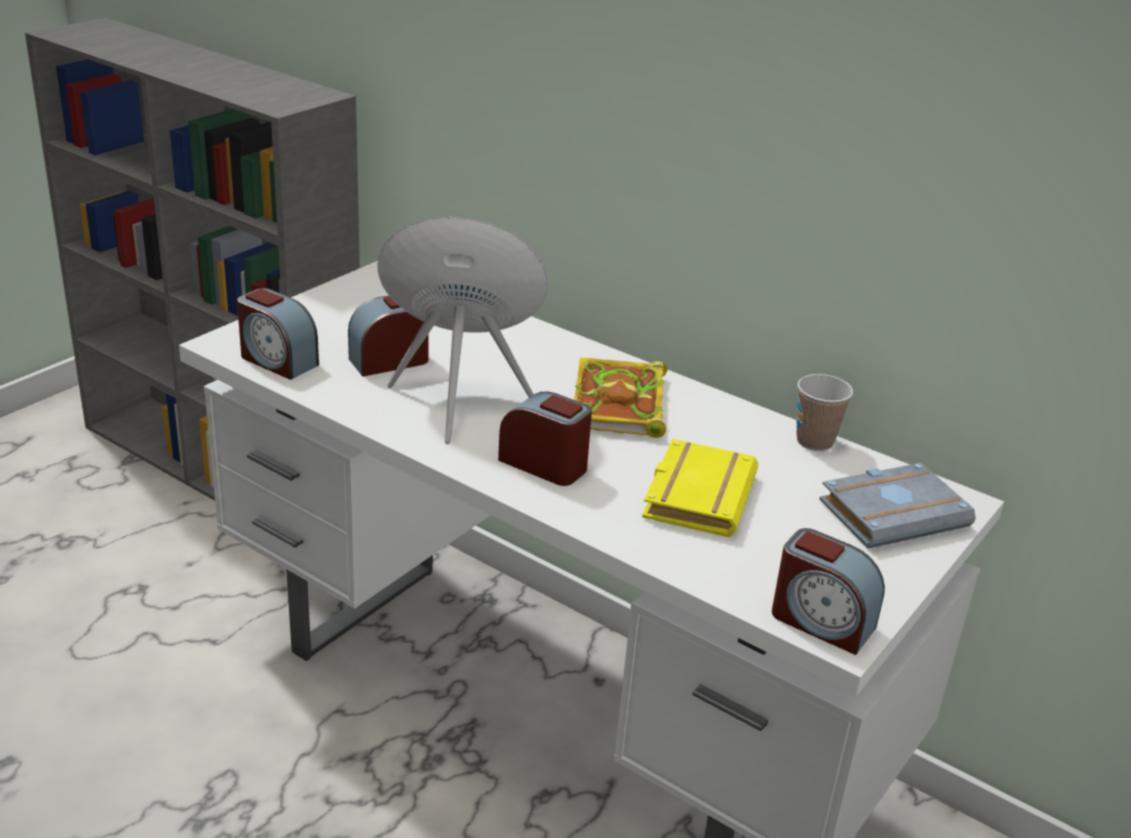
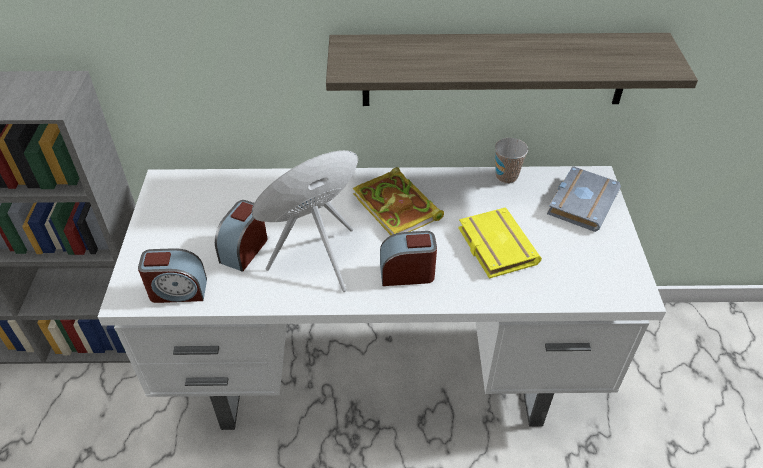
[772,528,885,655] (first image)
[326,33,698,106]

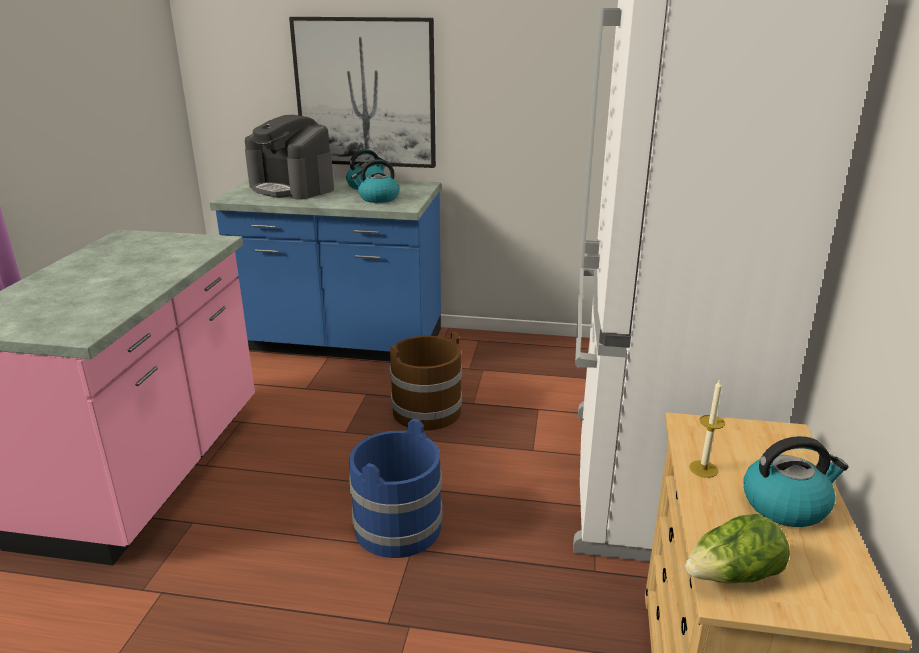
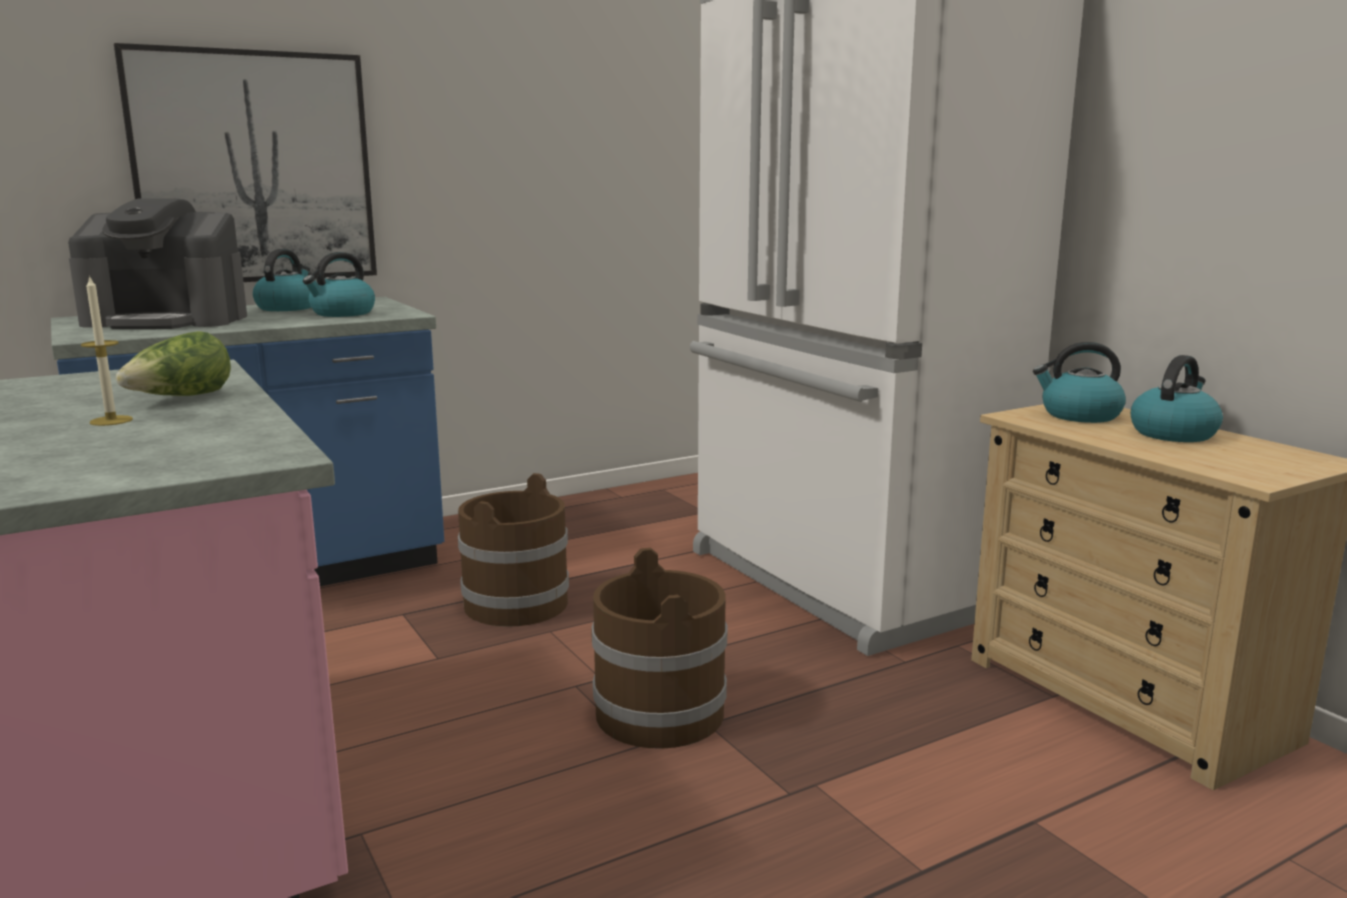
[591,548,728,749]
[116,331,231,396]
[81,275,133,426]
[1033,342,1126,423]

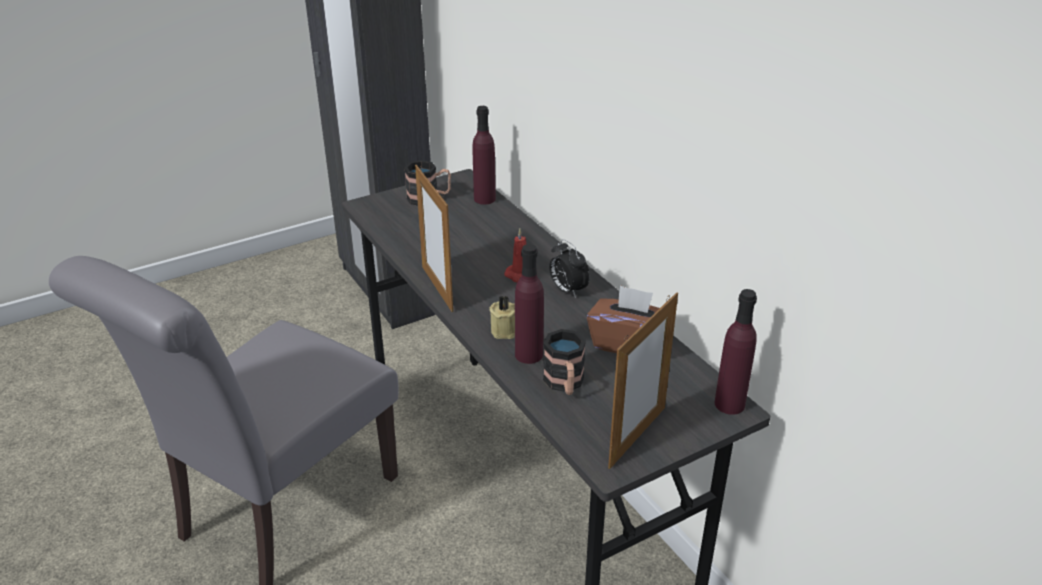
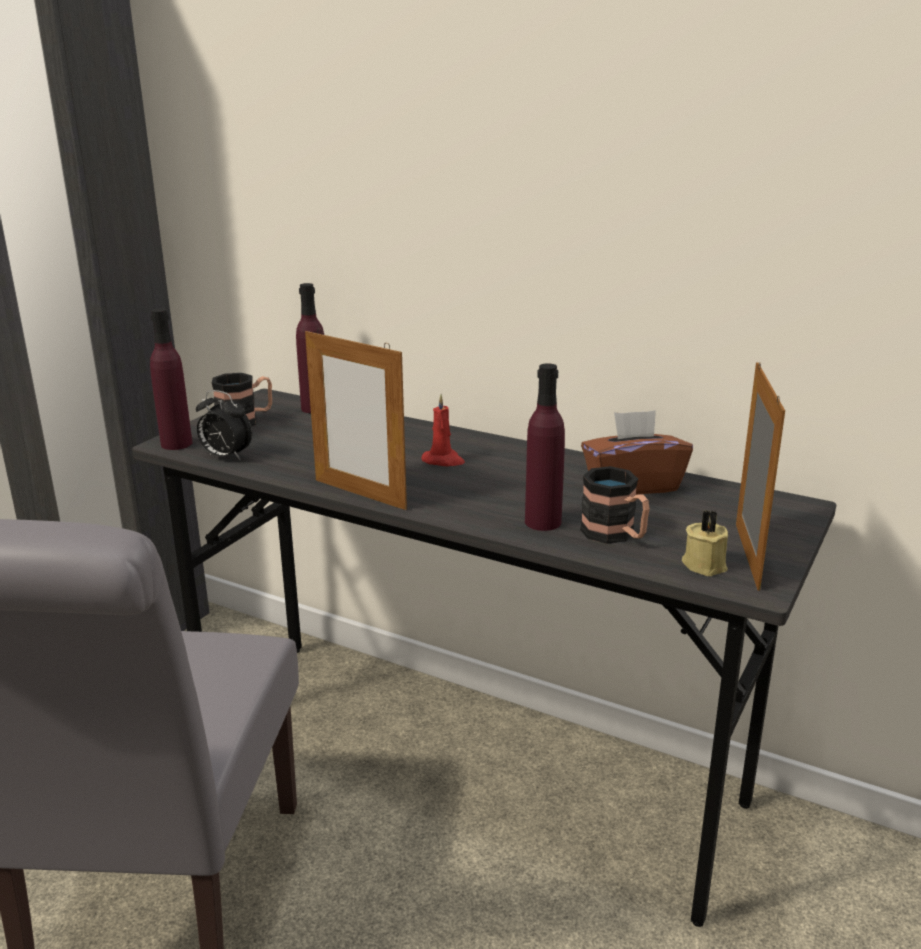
[682,510,728,576]
[196,390,252,460]
[150,308,192,450]

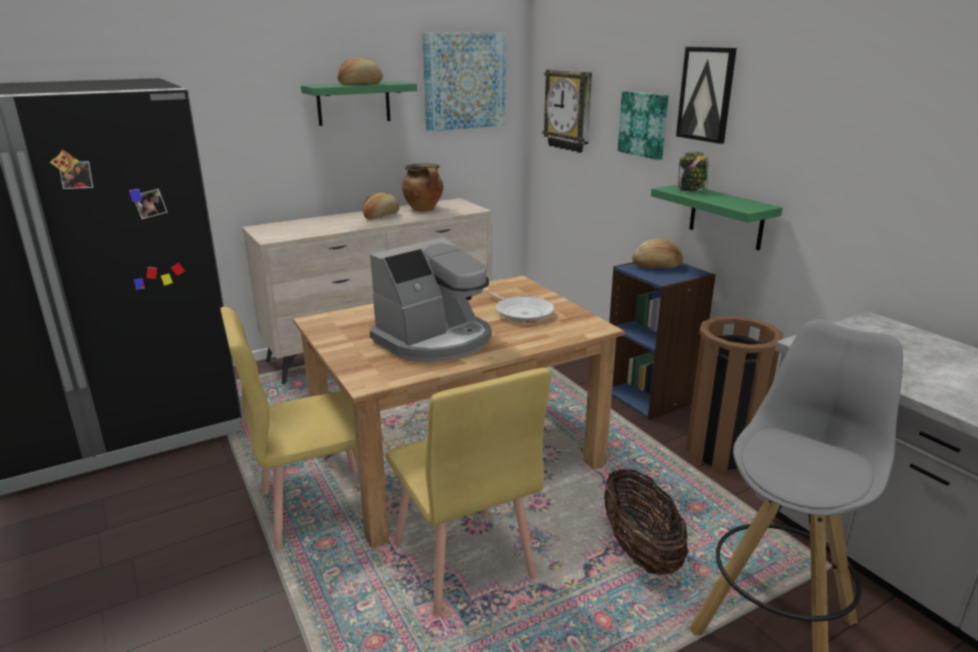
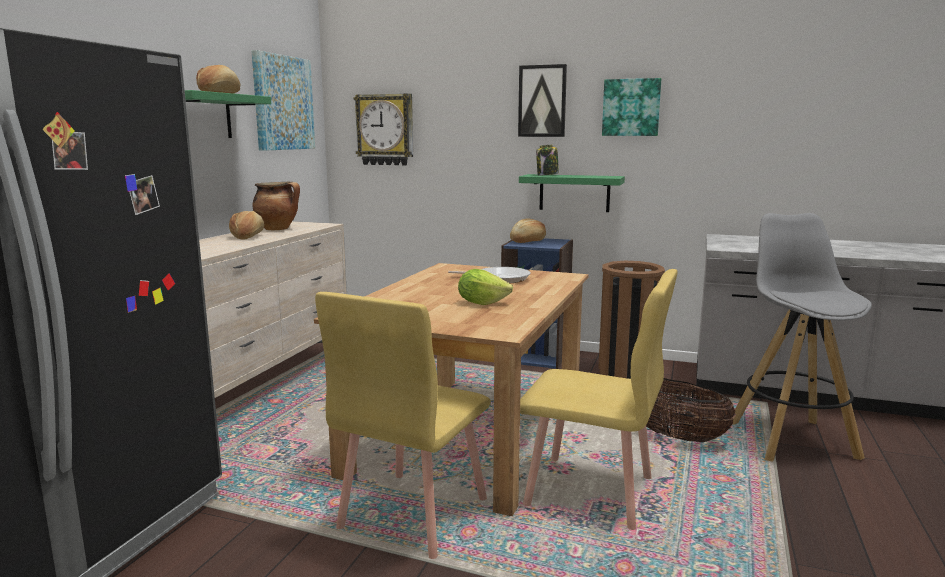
[458,269,513,305]
[602,78,661,136]

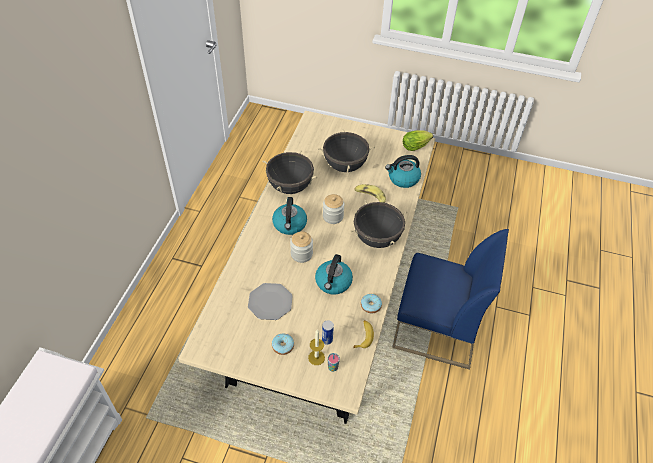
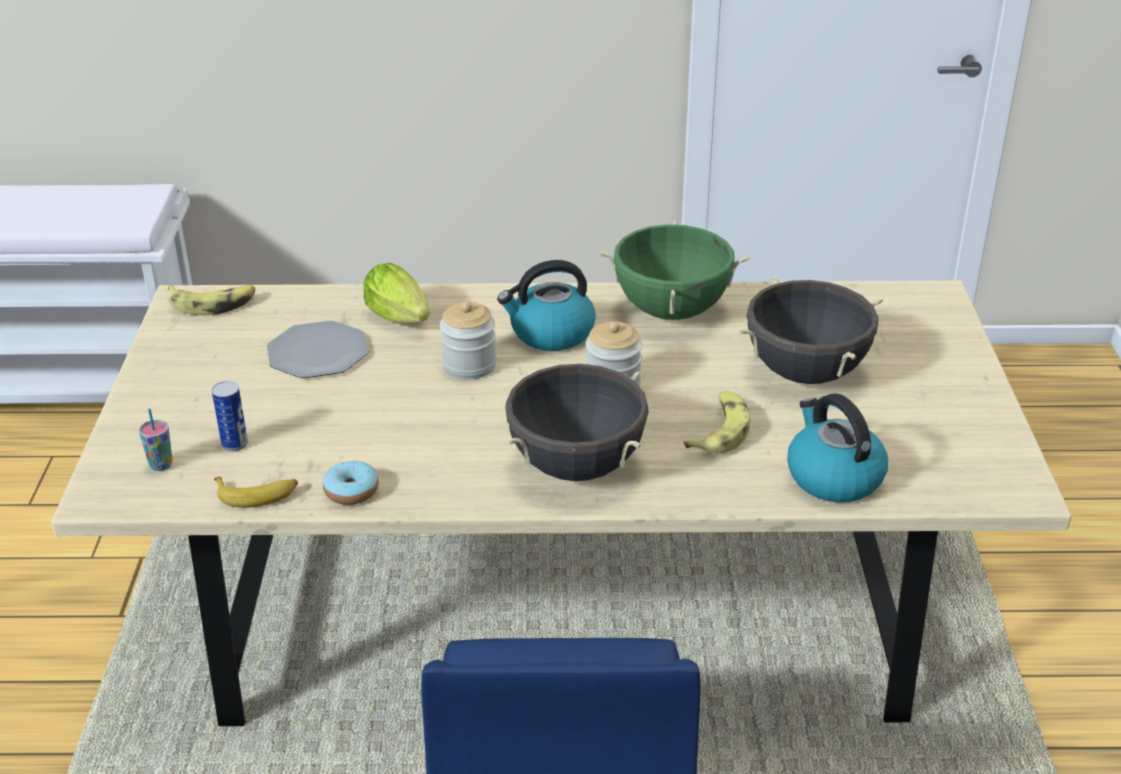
[599,219,750,320]
[272,333,294,355] (first image)
[308,330,325,365] (first image)
[315,254,353,295] (first image)
[363,263,430,324]
[168,285,255,315]

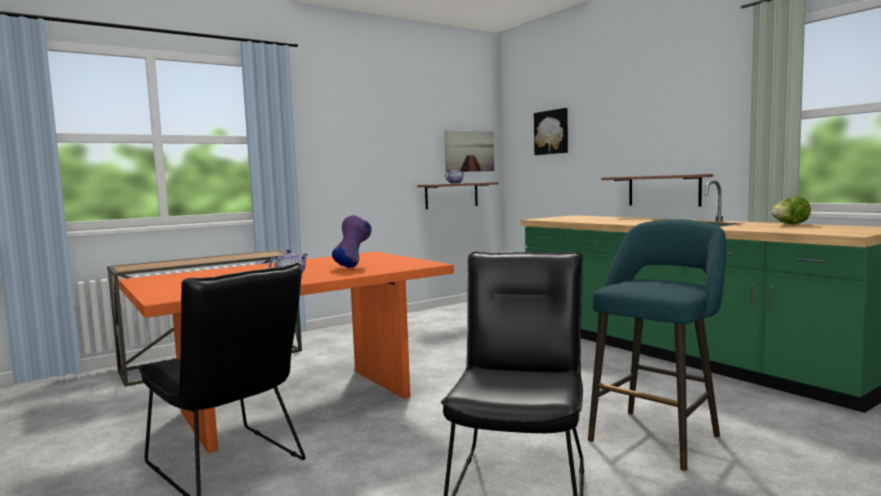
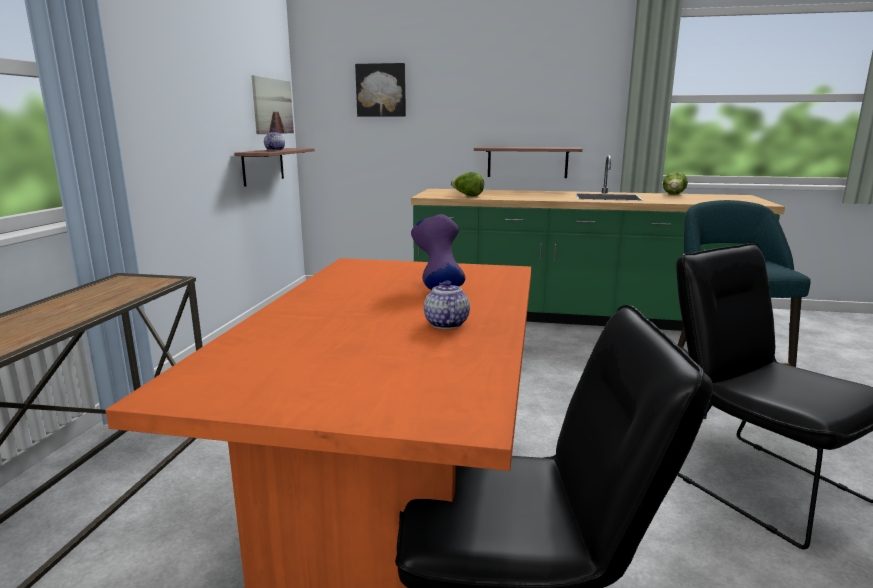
[451,172,484,196]

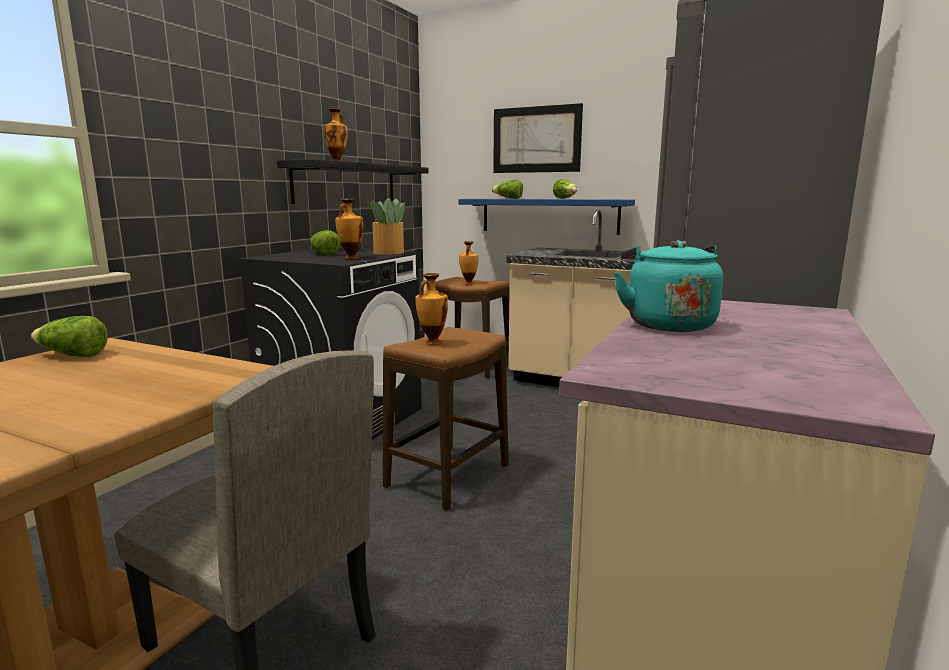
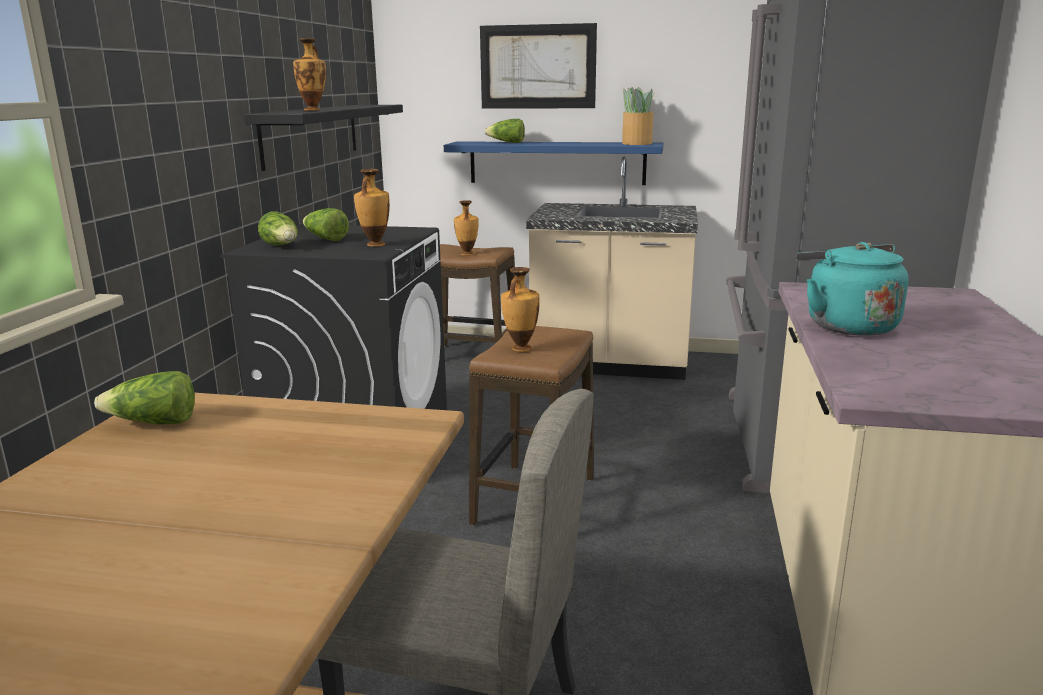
[622,87,655,145]
[258,211,298,245]

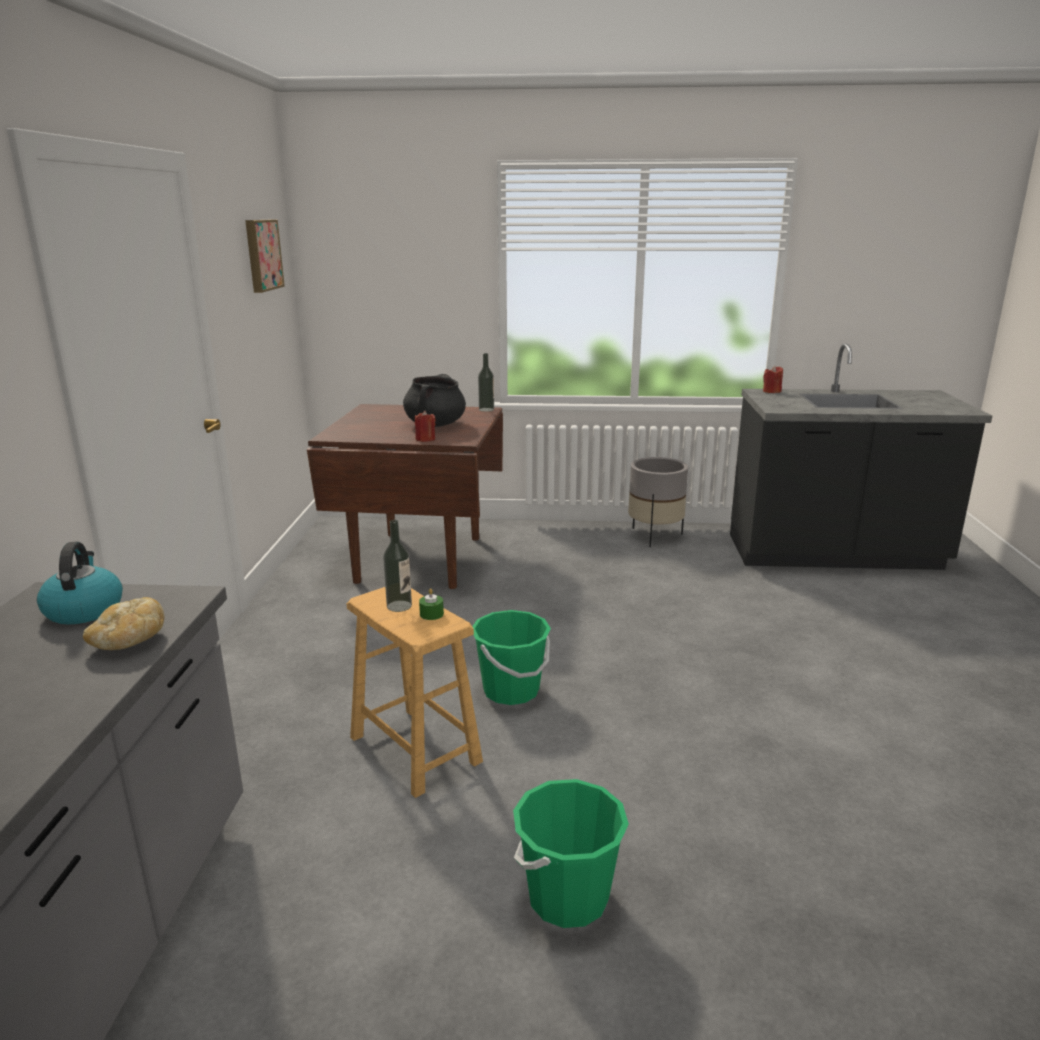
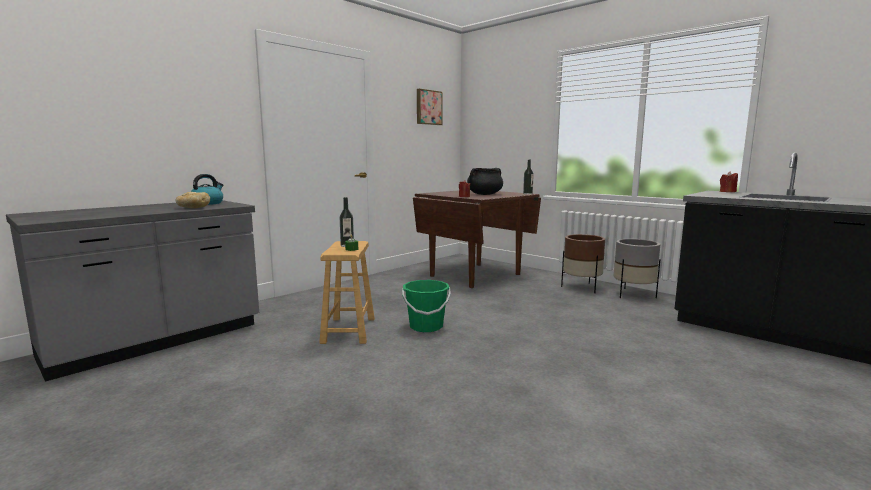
[513,779,629,928] (first image)
[561,234,605,293]

